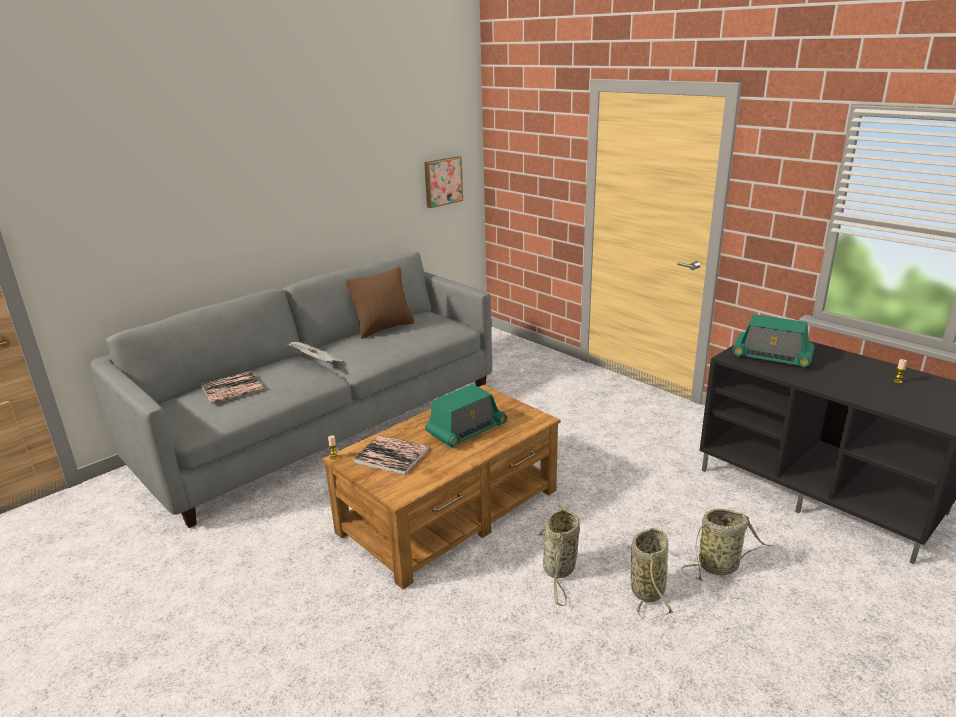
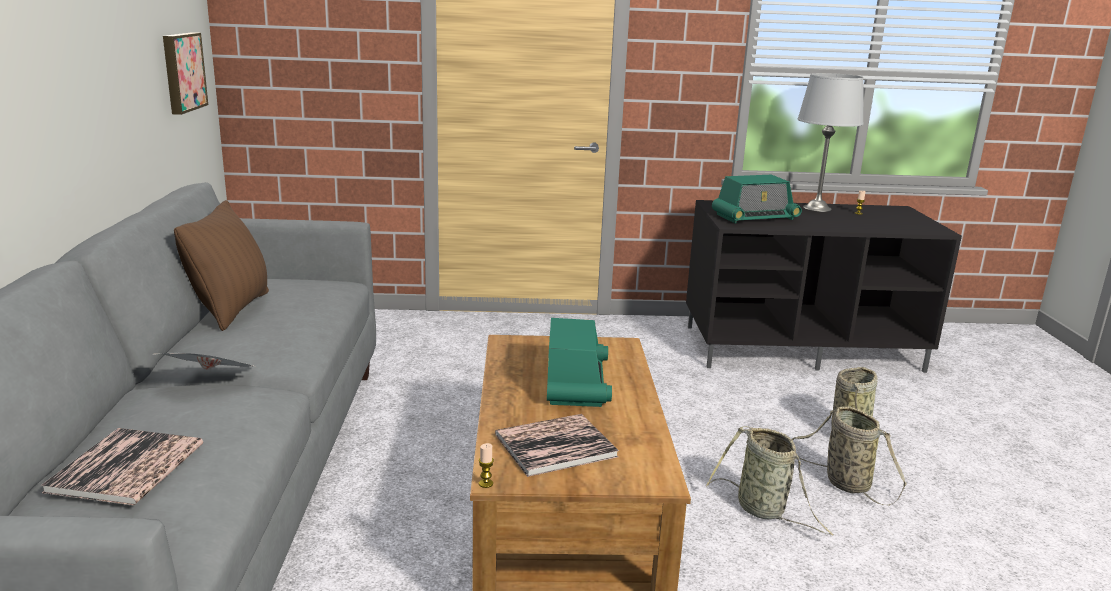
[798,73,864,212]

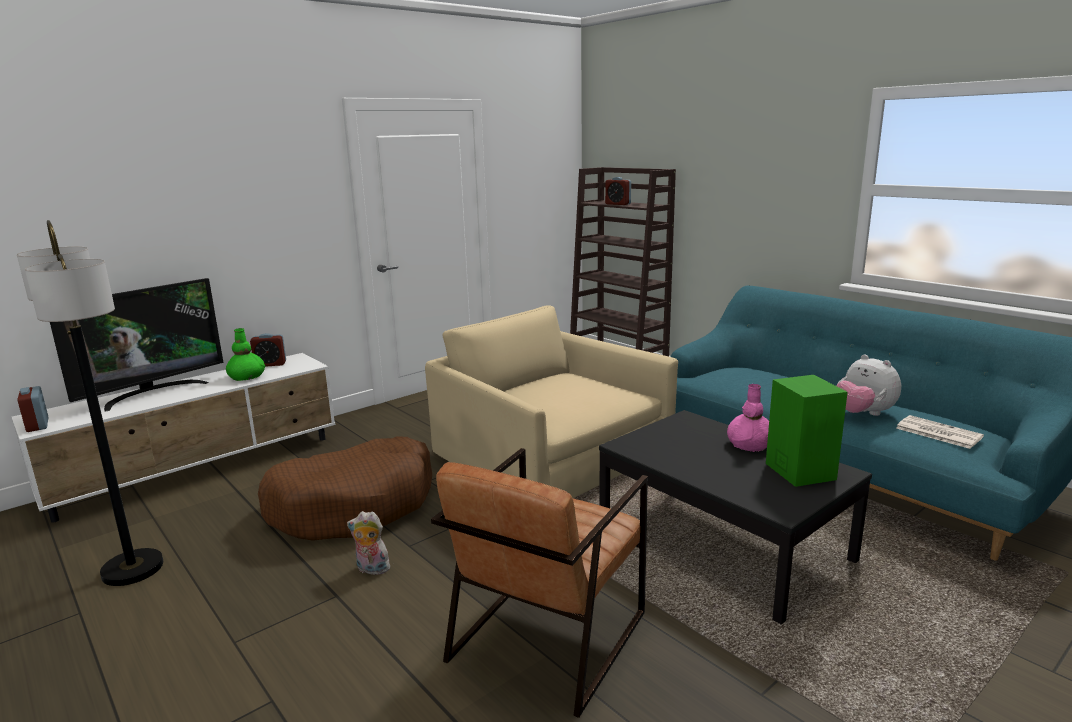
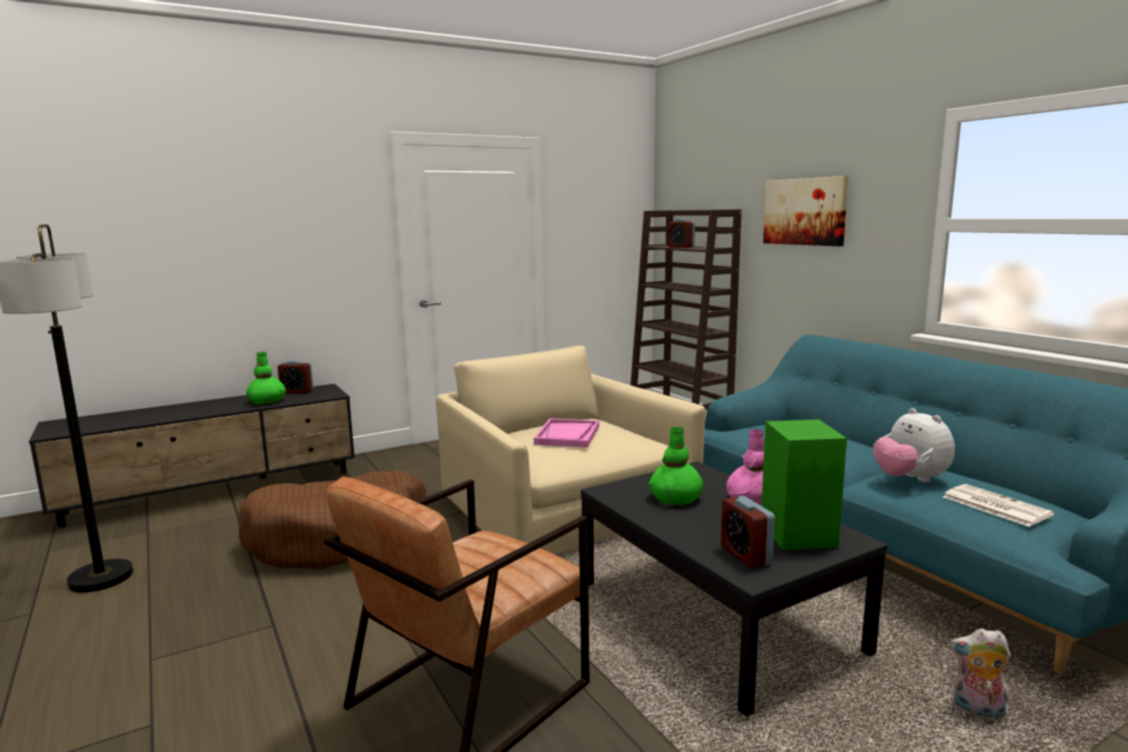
[29,384,355,528]
[721,496,775,568]
[50,278,223,411] (first image)
[950,628,1011,721]
[534,418,599,448]
[649,427,703,505]
[763,176,848,246]

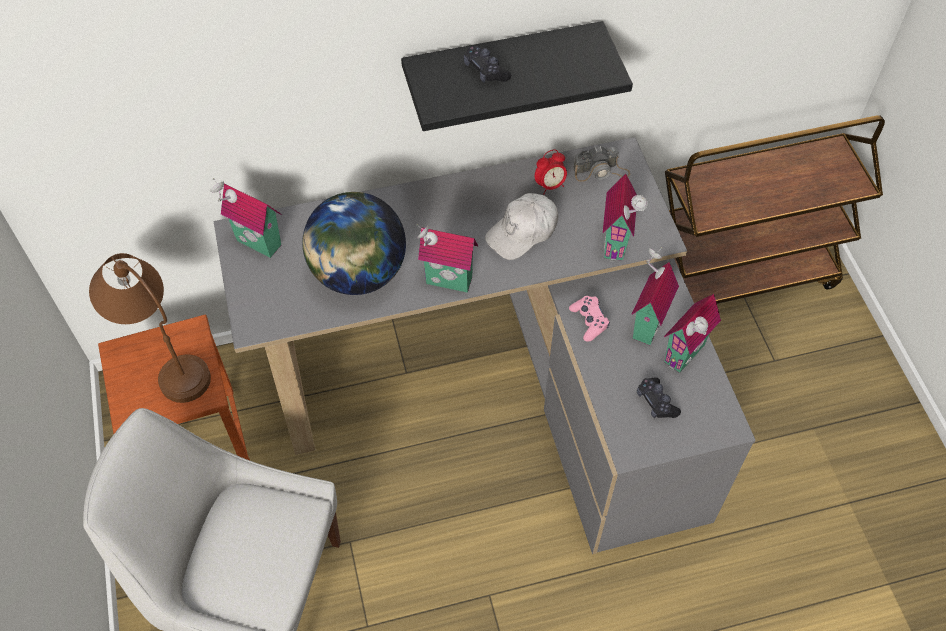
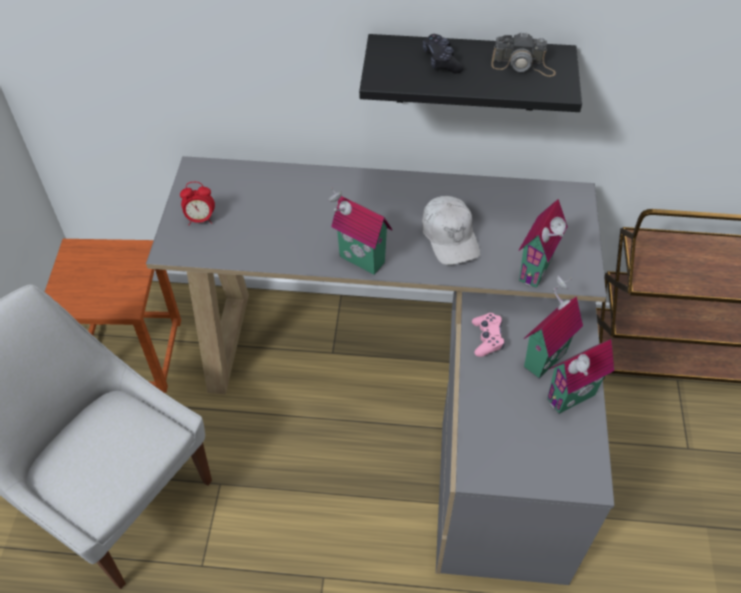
[89,253,211,403] (first image)
[210,178,281,258] (first image)
[302,192,406,295] (first image)
[422,196,480,265]
[180,182,215,225]
[491,32,556,77]
[637,377,681,418] (first image)

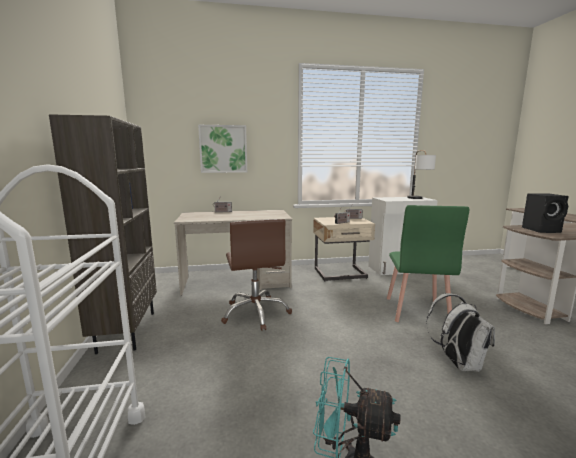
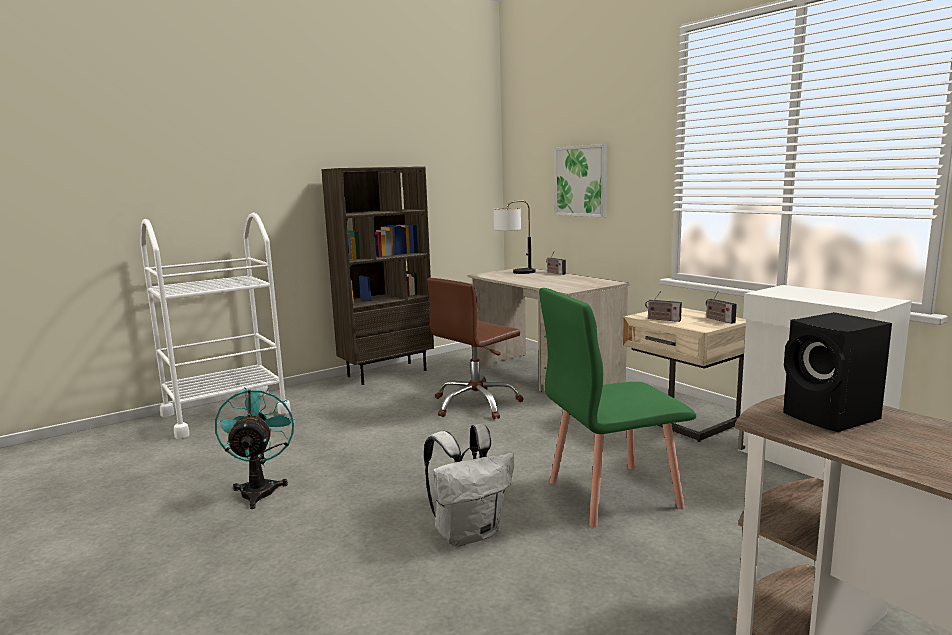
[494,200,536,274]

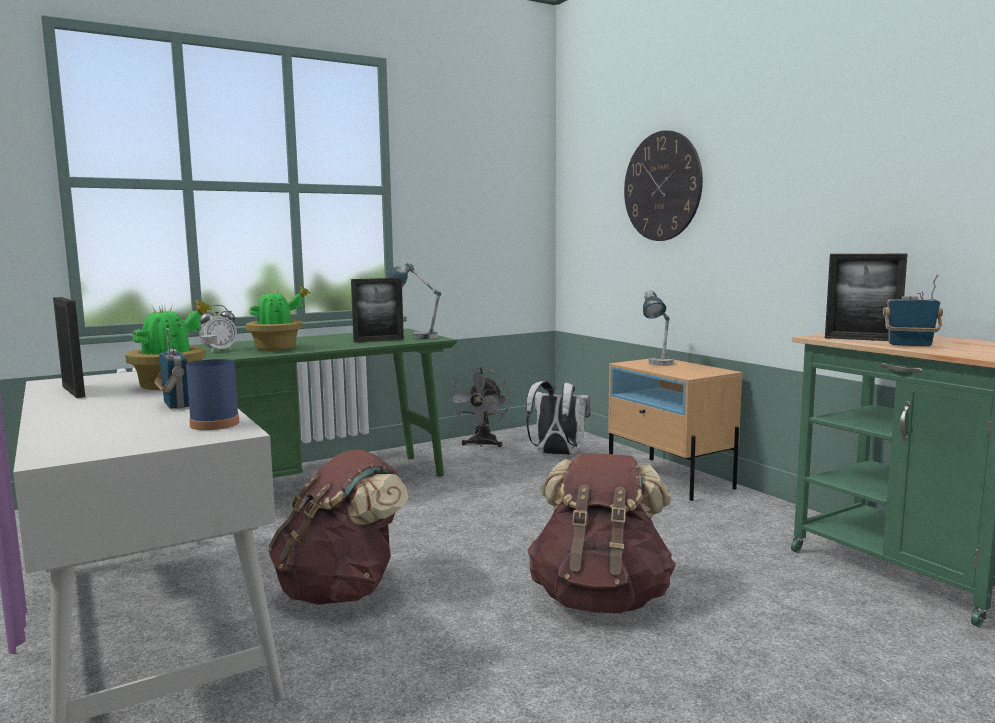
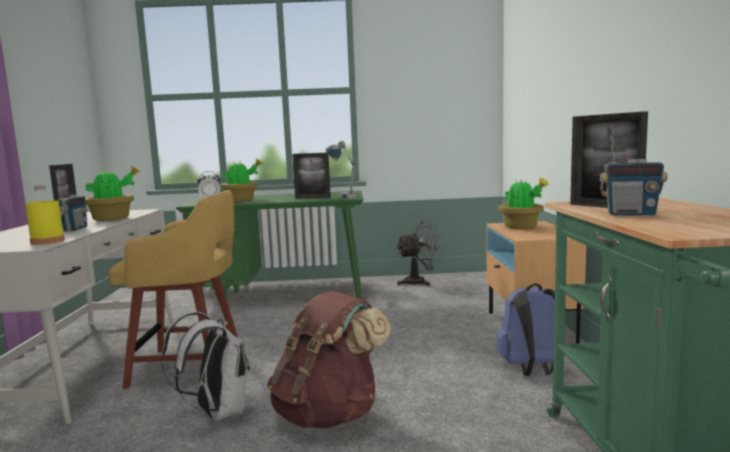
[25,185,65,245]
[108,190,238,389]
[397,221,443,286]
[161,312,250,421]
[624,130,703,241] (first image)
[498,177,549,229]
[600,135,667,216]
[496,283,566,376]

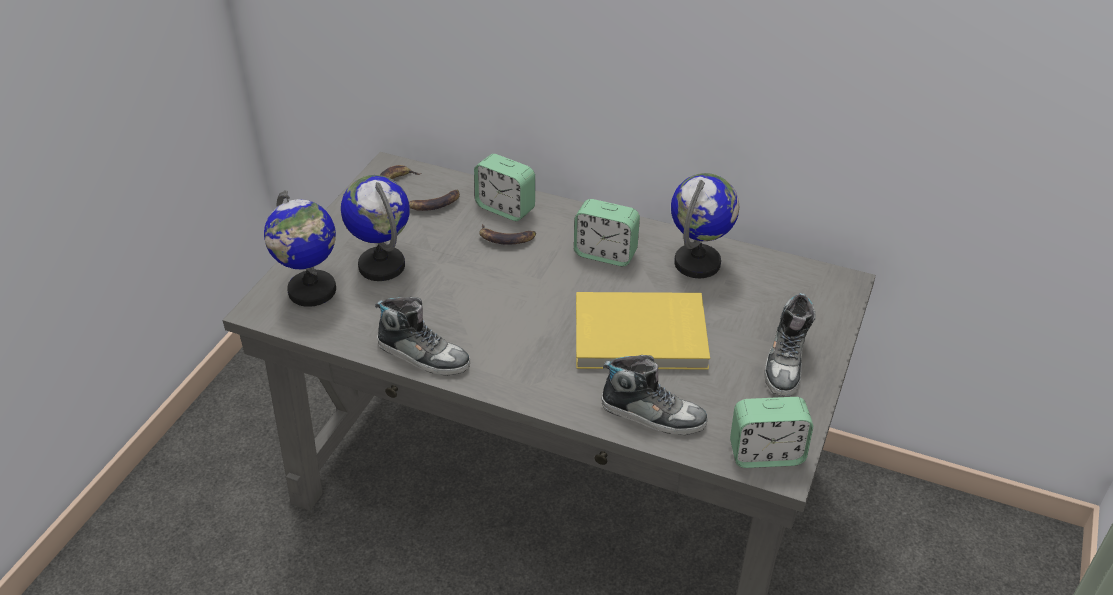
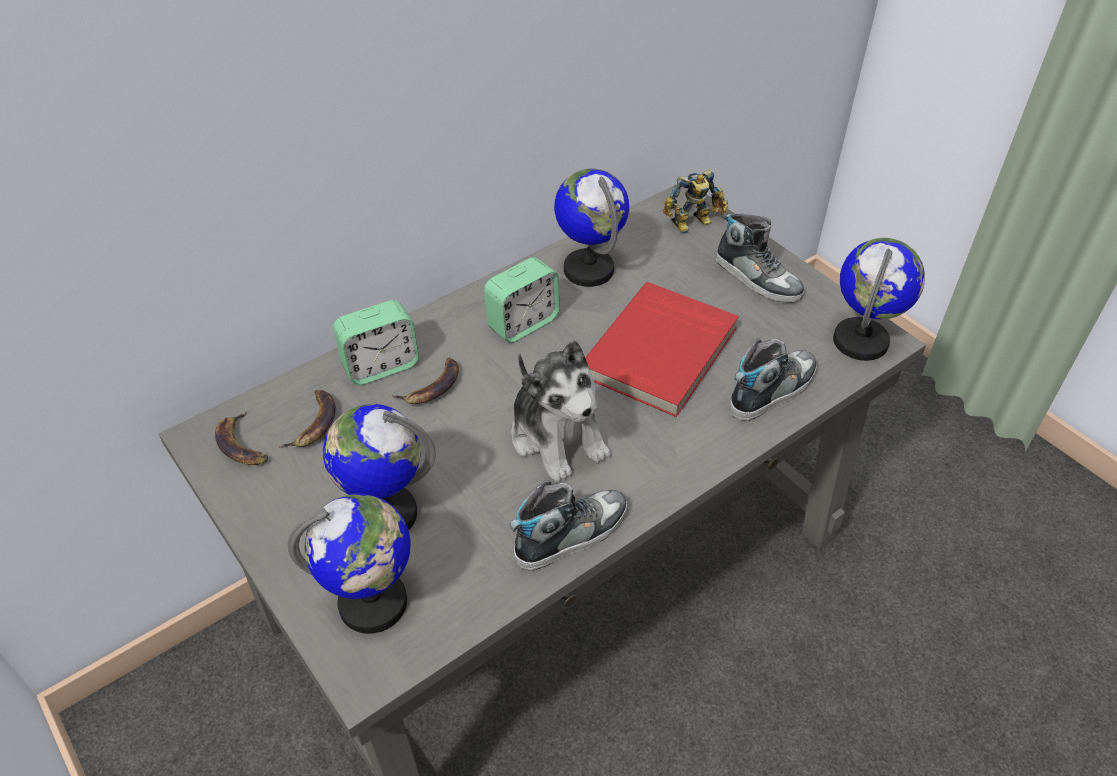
[585,282,739,417]
[833,238,925,361]
[511,340,611,483]
[663,169,728,234]

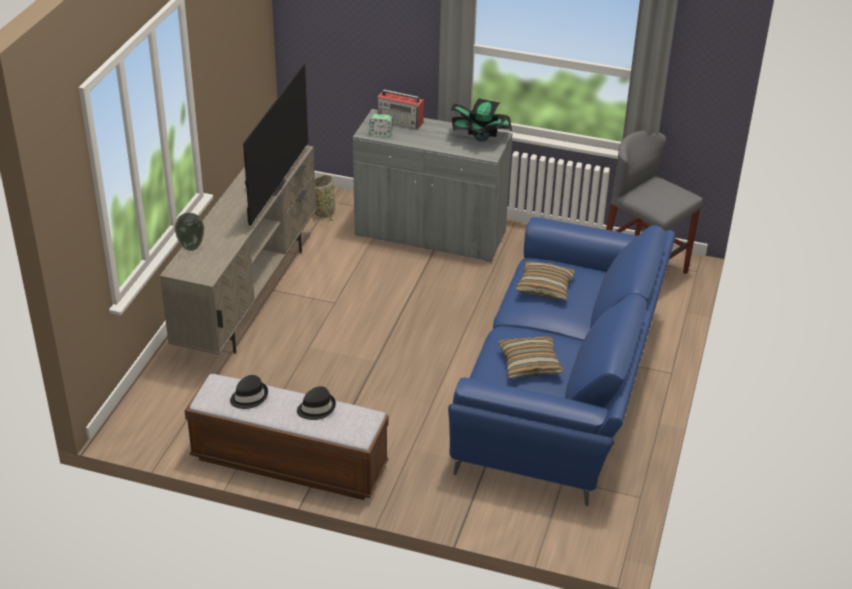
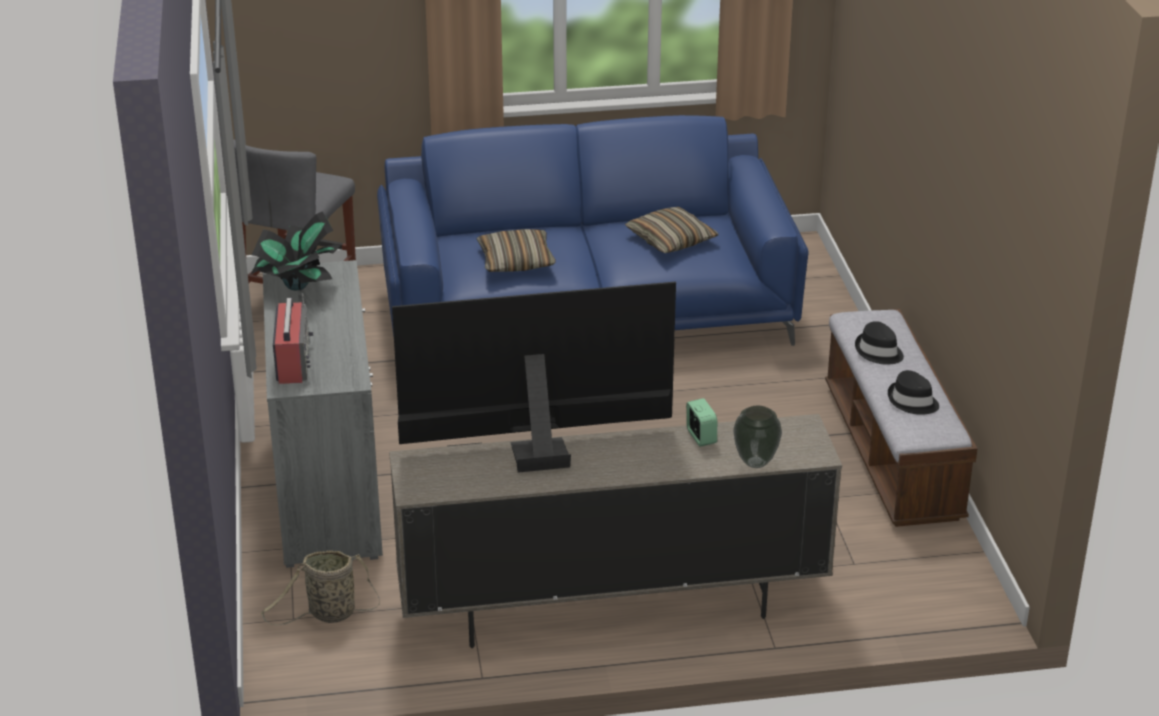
[686,398,717,447]

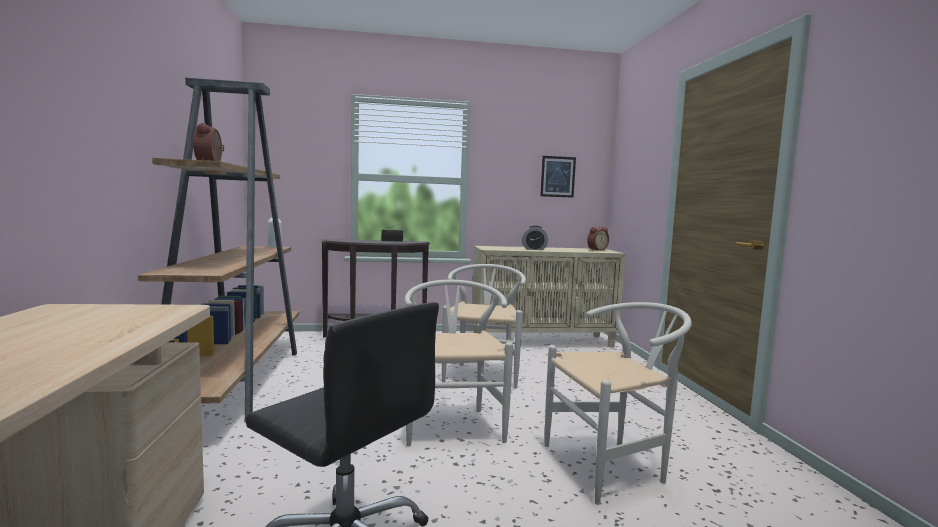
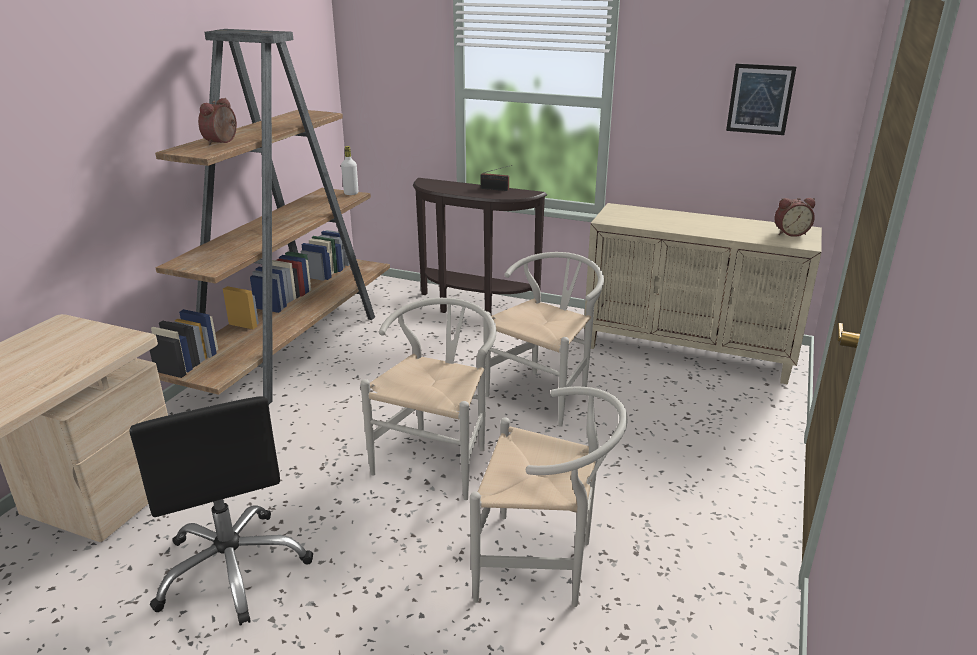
[522,226,548,250] (first image)

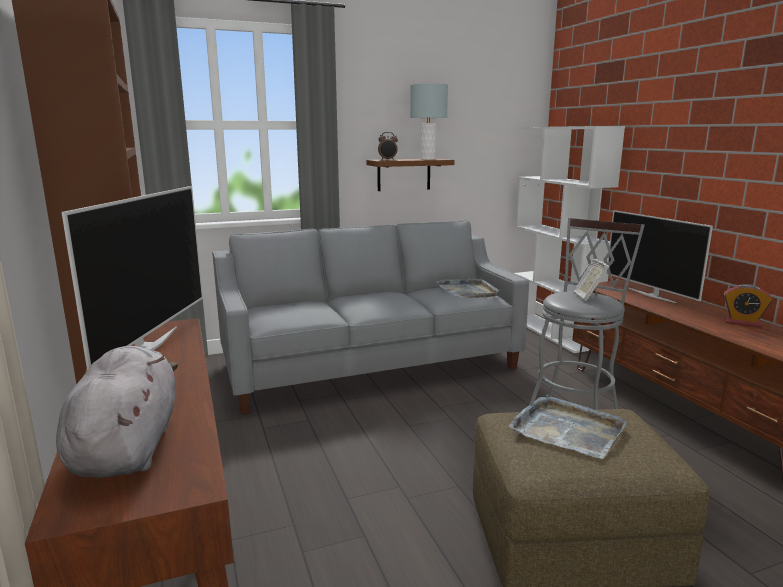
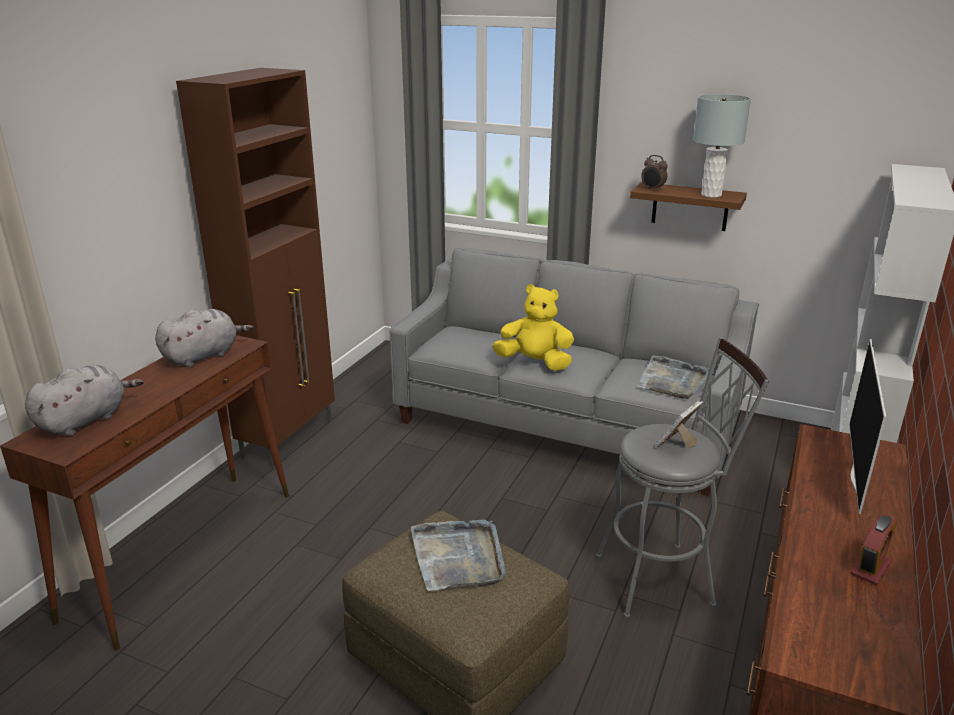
[155,309,253,367]
[851,515,897,585]
[492,284,574,371]

